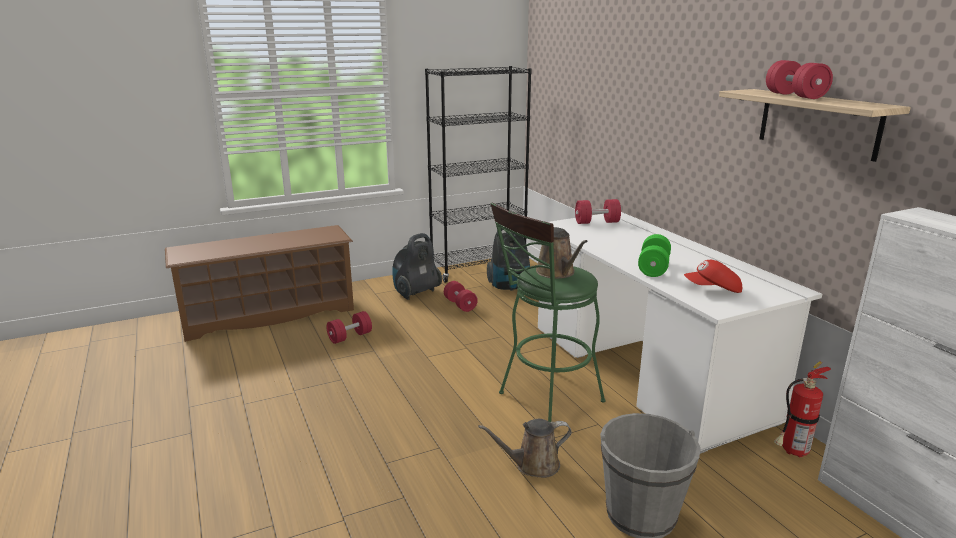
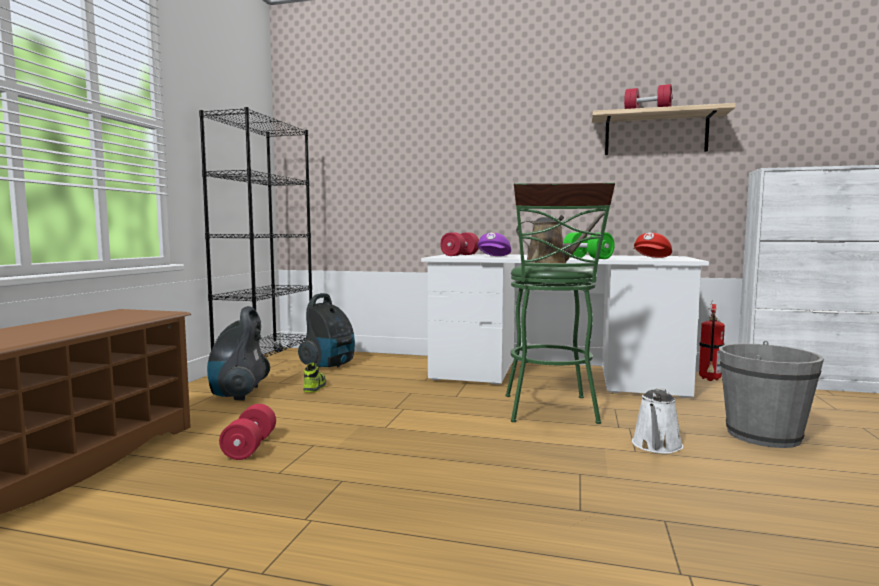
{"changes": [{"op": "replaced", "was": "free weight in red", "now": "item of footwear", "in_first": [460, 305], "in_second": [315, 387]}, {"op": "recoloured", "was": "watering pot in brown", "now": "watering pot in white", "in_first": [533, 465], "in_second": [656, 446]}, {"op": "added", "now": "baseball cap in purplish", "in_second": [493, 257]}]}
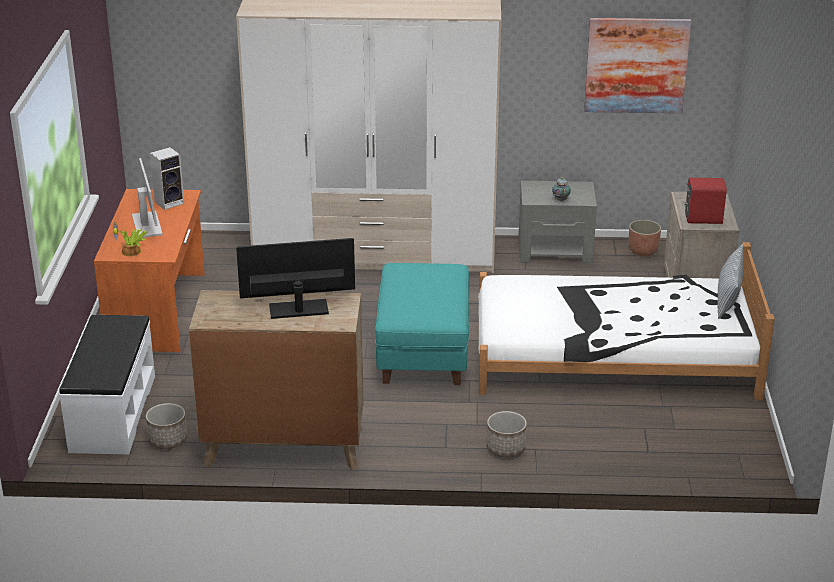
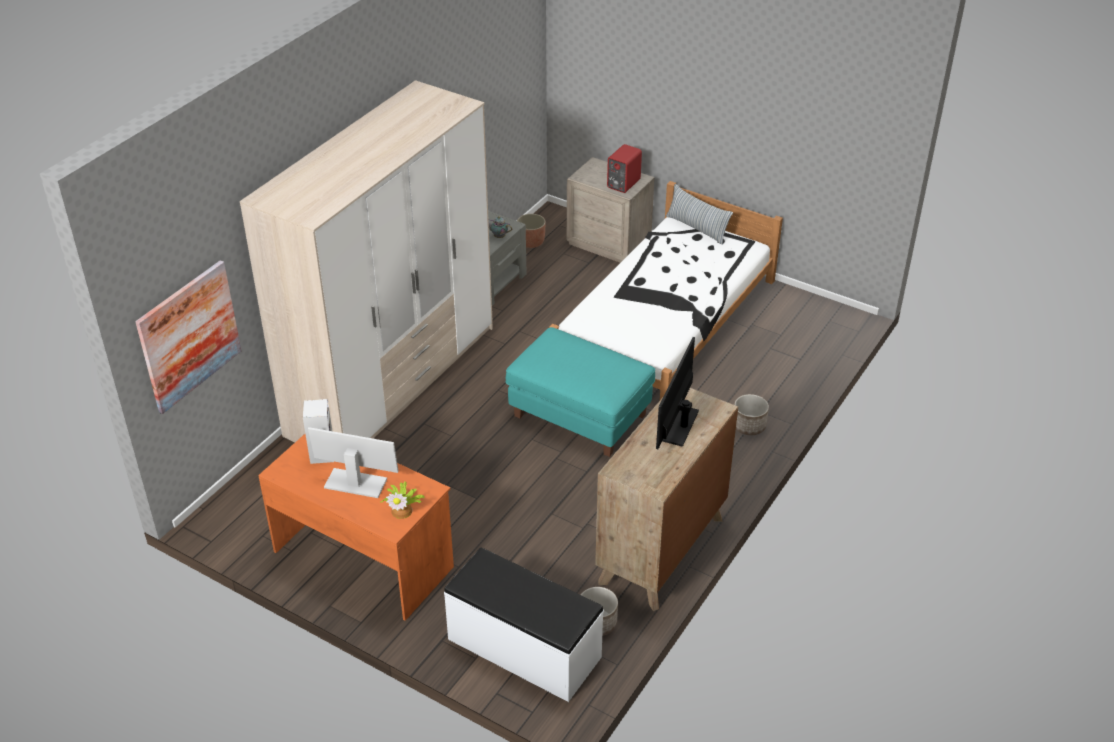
{"changes": [{"op": "moved", "was": "wall picture", "in_first": [636, 65], "in_second": [189, 336]}]}
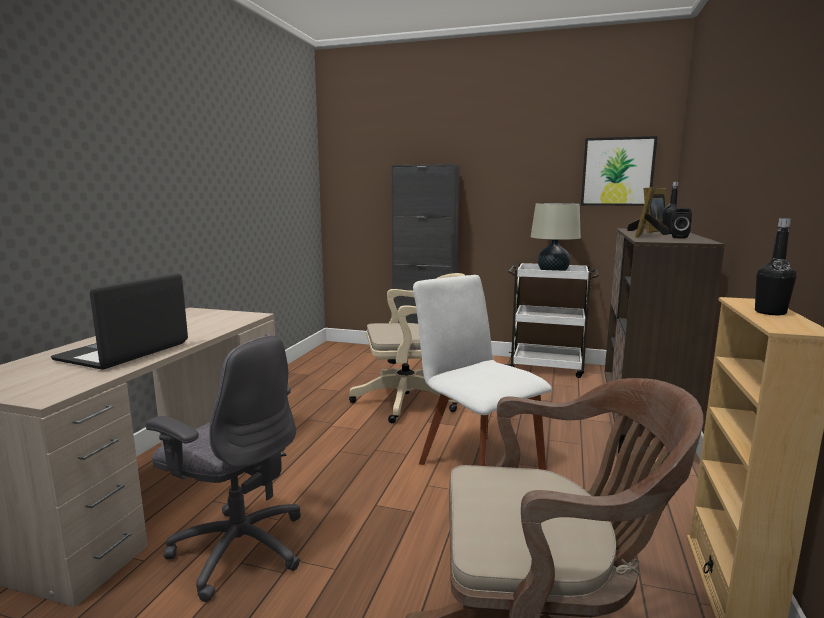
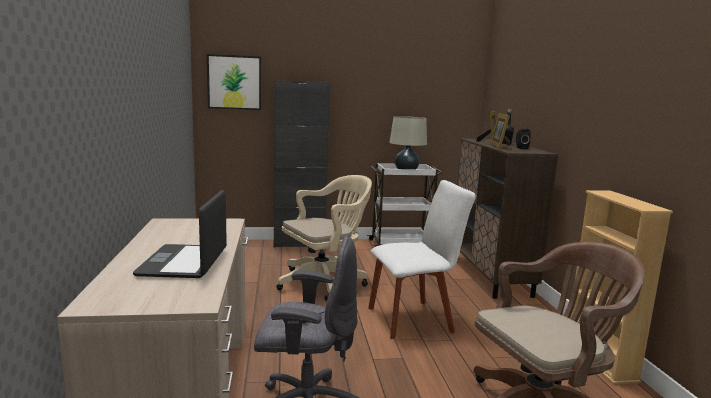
{"changes": [{"op": "moved", "was": "wall picture", "in_first": [617, 172], "in_second": [234, 82]}, {"op": "removed", "was": "bottle in black-coloured", "in_first": [770, 312]}, {"op": "turned", "was": "plain chair in white", "in_first": [477, 463], "in_second": [414, 319], "clockwise": 135}]}
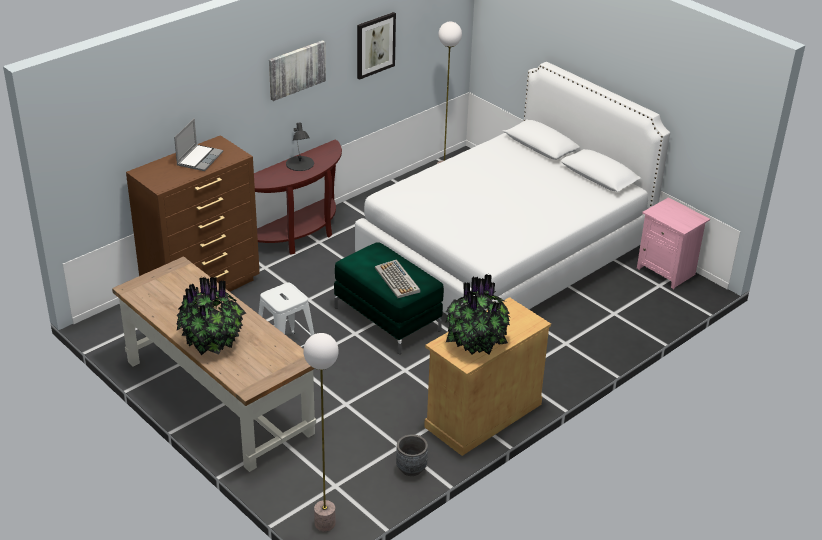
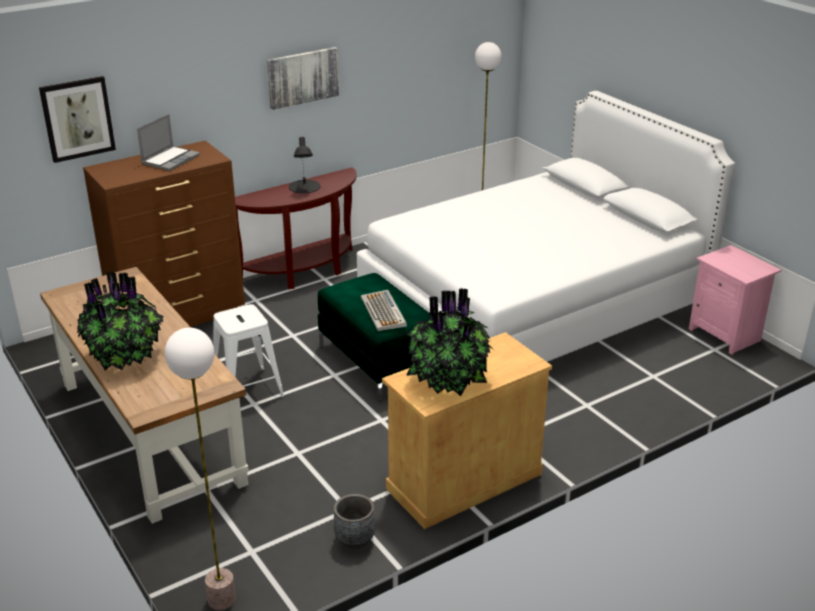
{"changes": [{"op": "moved", "was": "wall picture", "in_first": [375, 45], "in_second": [77, 118]}]}
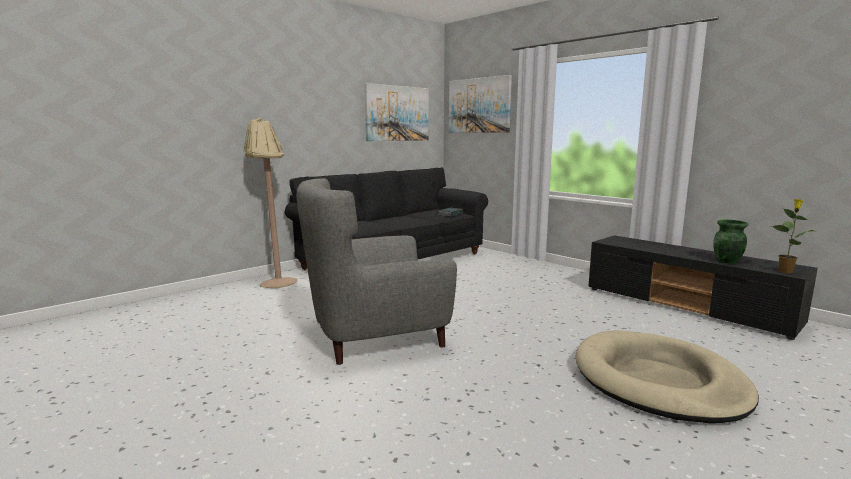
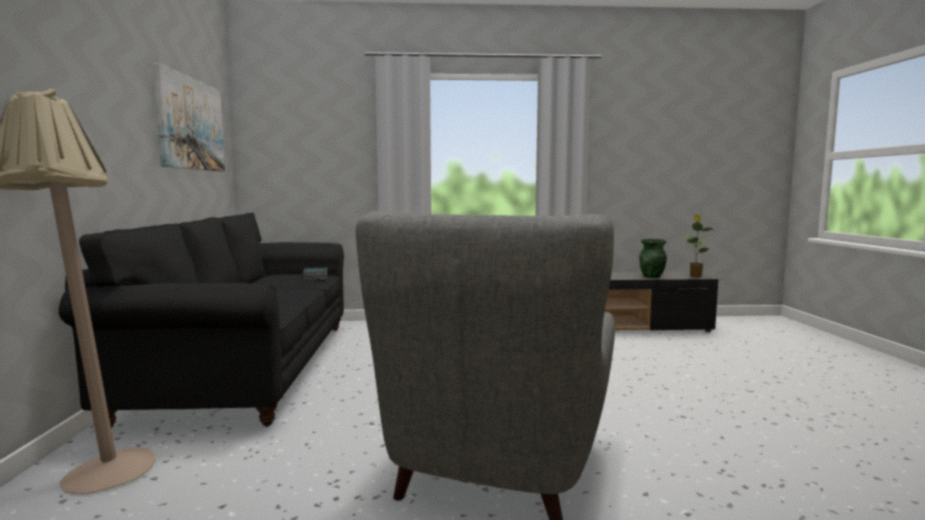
{"changes": [{"op": "removed", "was": "wall picture", "in_first": [479, 105]}, {"op": "removed", "was": "dog bed in beige", "in_first": [658, 381]}]}
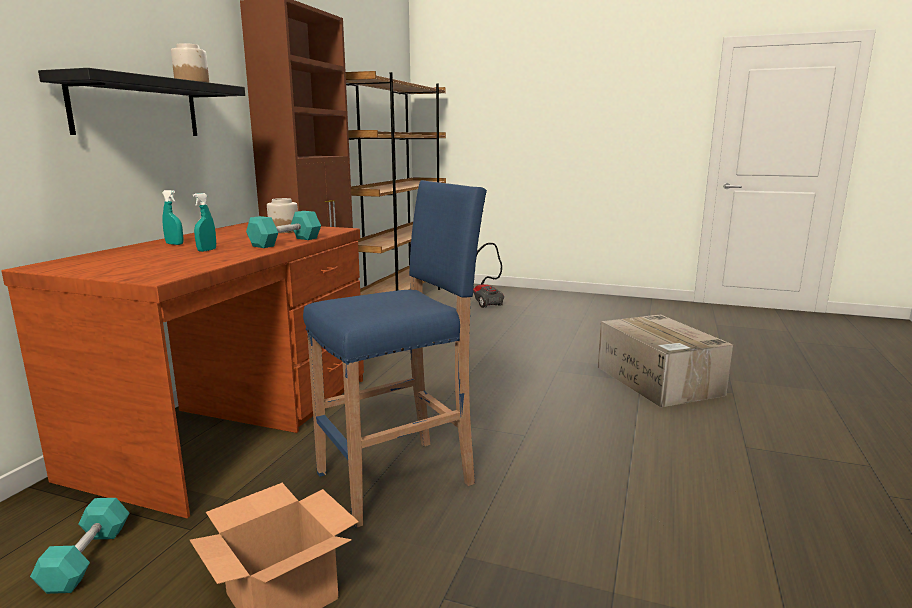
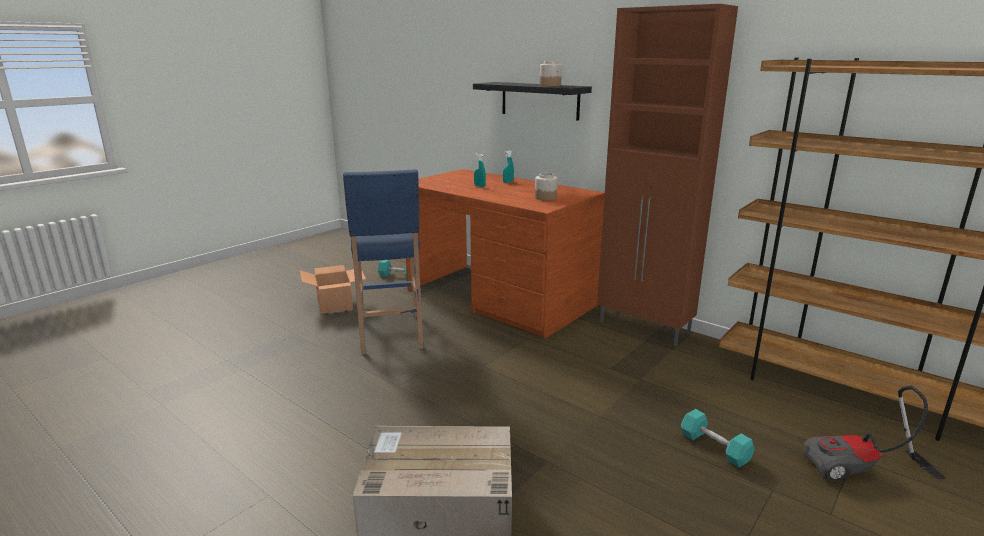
{"changes": [{"op": "moved", "was": "free weight in turquoise-coloured", "in_first": [285, 242], "in_second": [714, 447]}]}
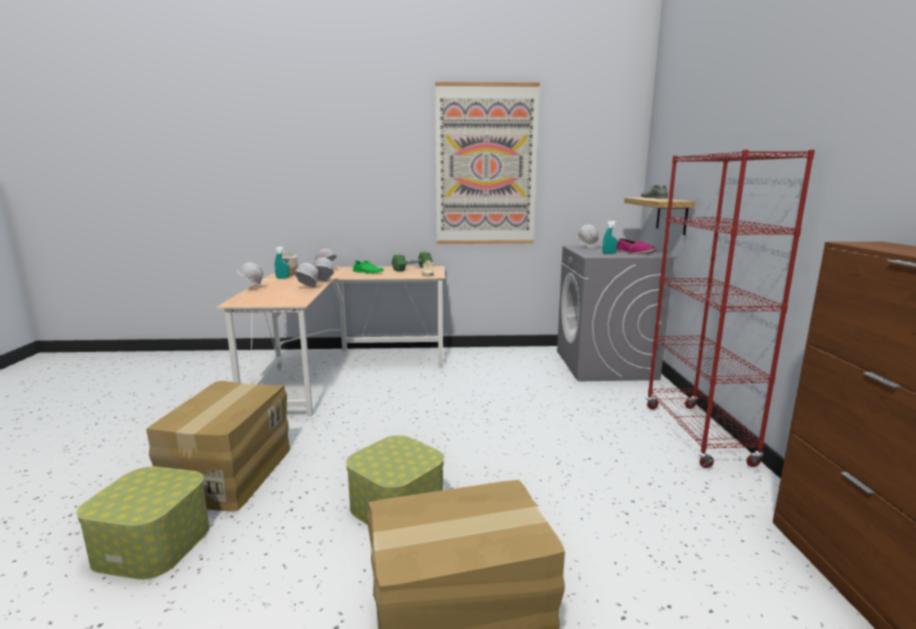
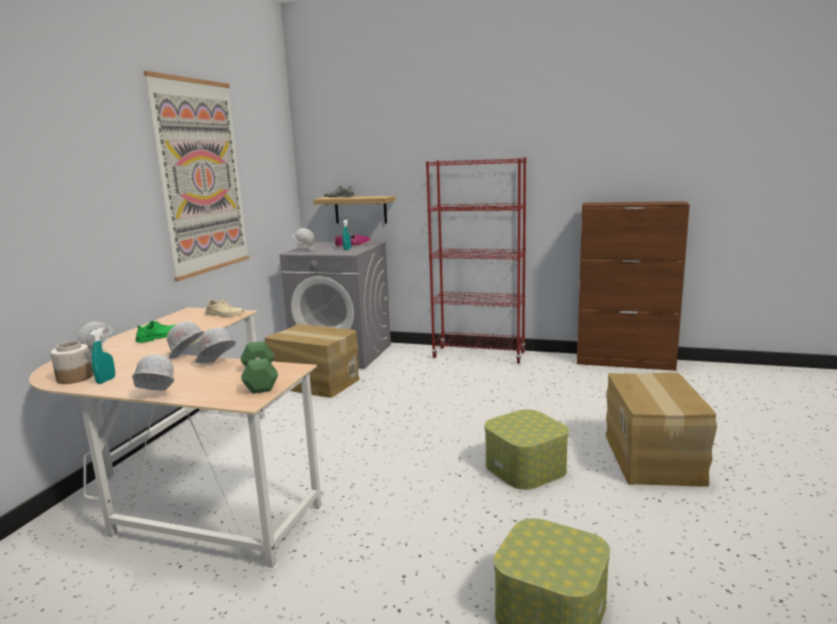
{"changes": [{"op": "moved", "was": "free weight in green-coloured", "in_first": [412, 269], "in_second": [260, 379]}, {"op": "moved", "was": "carton", "in_first": [229, 474], "in_second": [314, 383]}]}
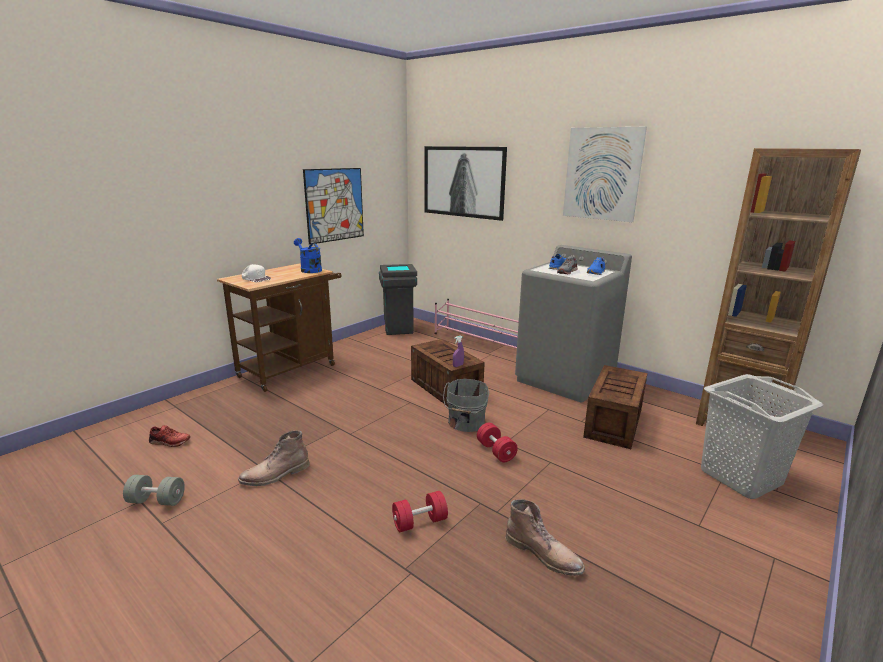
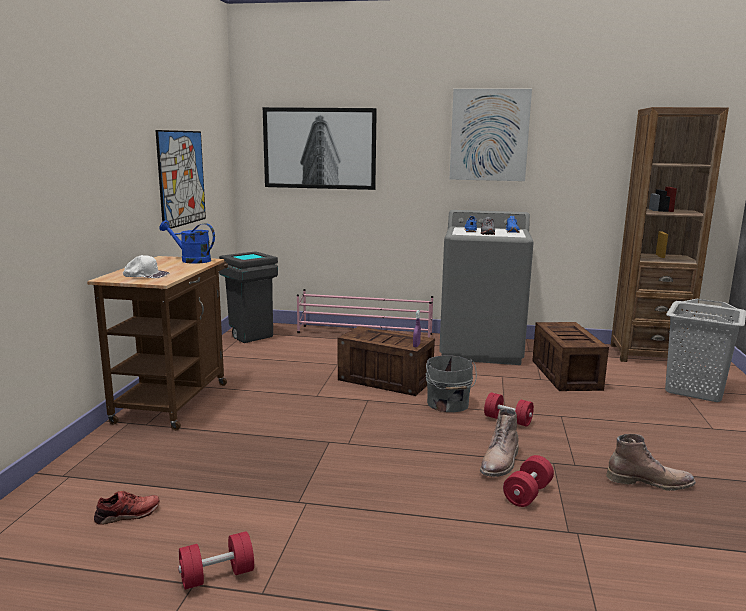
{"changes": [{"op": "moved", "was": "high-top boot in brown", "in_first": [275, 475], "in_second": [500, 463]}, {"op": "recoloured", "was": "free weight in greyish", "now": "free weight in red", "in_first": [156, 501], "in_second": [217, 576]}]}
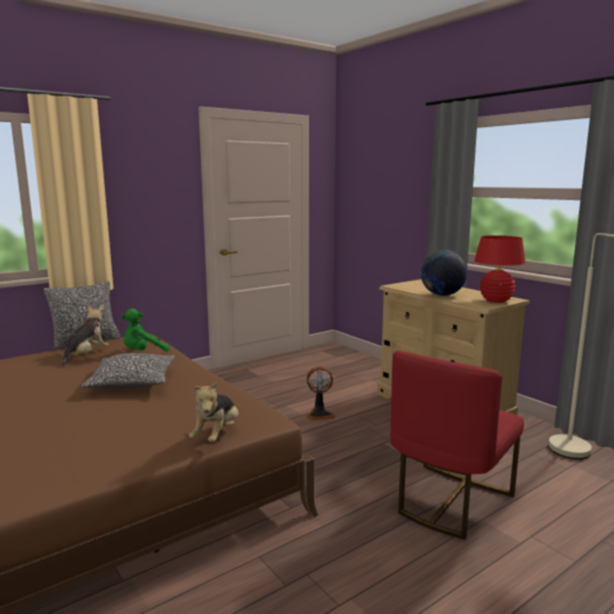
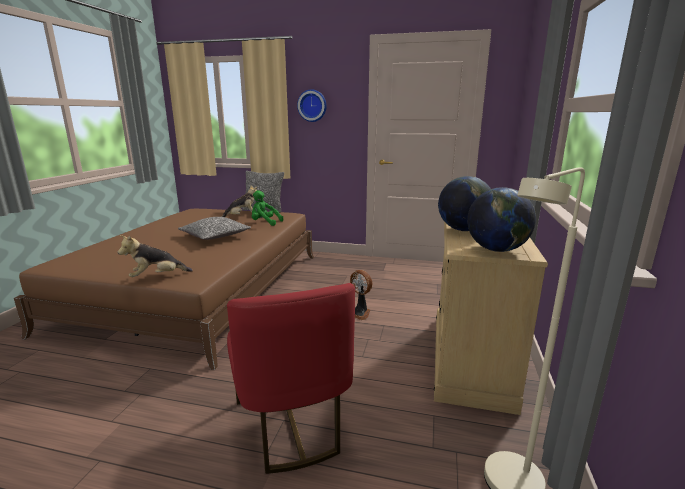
{"changes": [{"op": "replaced", "was": "tabletop lamp in red", "now": "world globe", "in_first": [496, 301], "in_second": [496, 250]}, {"op": "turned", "was": "plain chair in red", "in_first": [449, 501], "in_second": [291, 424], "clockwise": -105}, {"op": "added", "now": "wall clock", "in_second": [312, 105]}]}
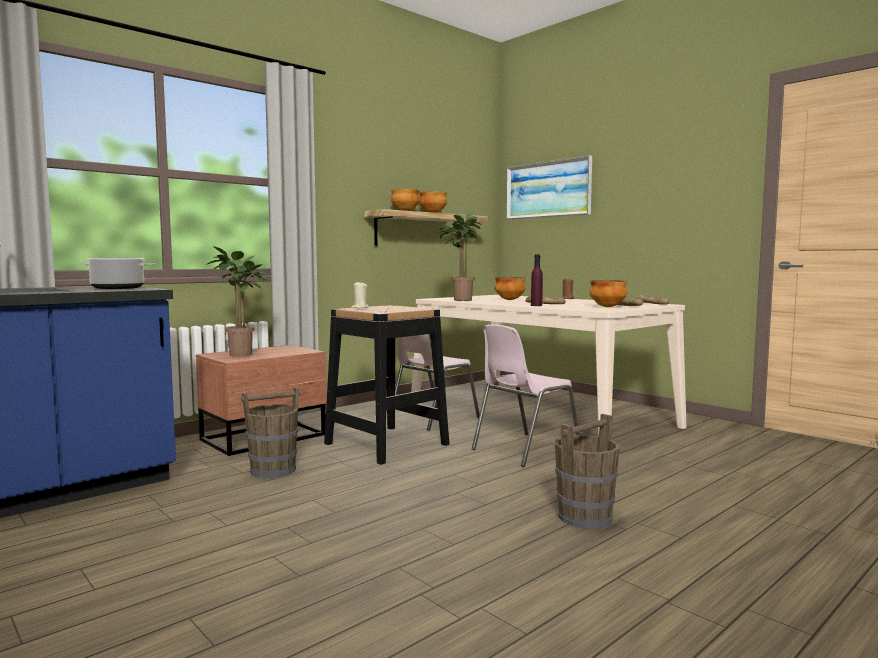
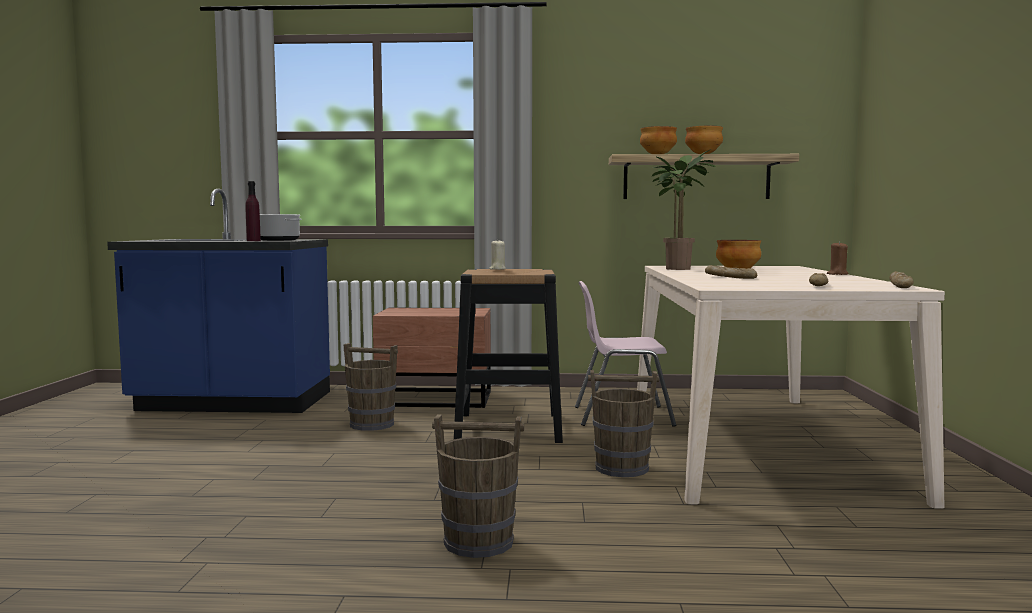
{"changes": [{"op": "removed", "was": "wall picture", "in_first": [547, 189]}, {"op": "removed", "was": "plant in a pot", "in_first": [242, 355]}, {"op": "moved", "was": "bottle in purplish", "in_first": [536, 305], "in_second": [253, 241]}, {"op": "removed", "was": "deep dish", "in_first": [608, 307]}, {"op": "replaced", "was": "plain chair in pink", "now": "water bucket in brown", "in_first": [524, 449], "in_second": [621, 468]}]}
